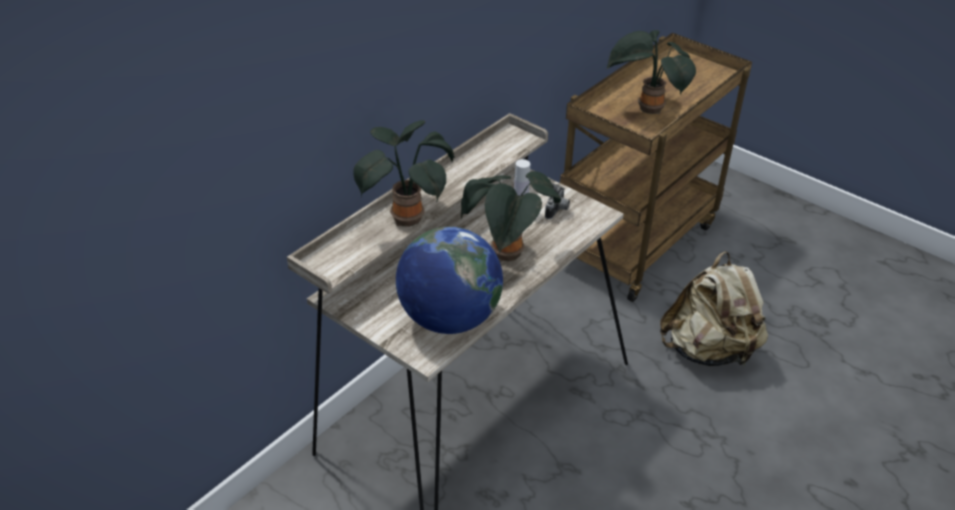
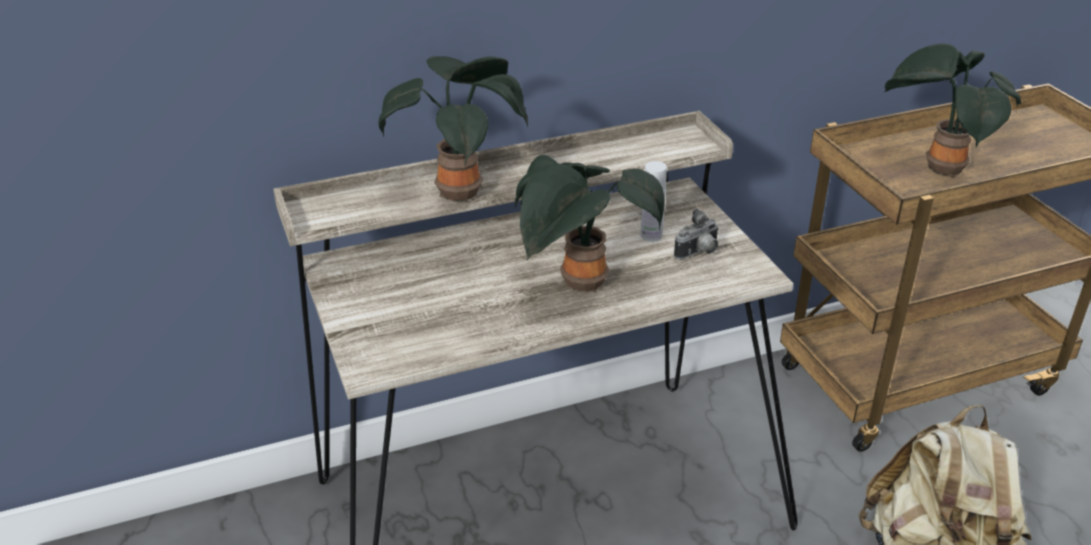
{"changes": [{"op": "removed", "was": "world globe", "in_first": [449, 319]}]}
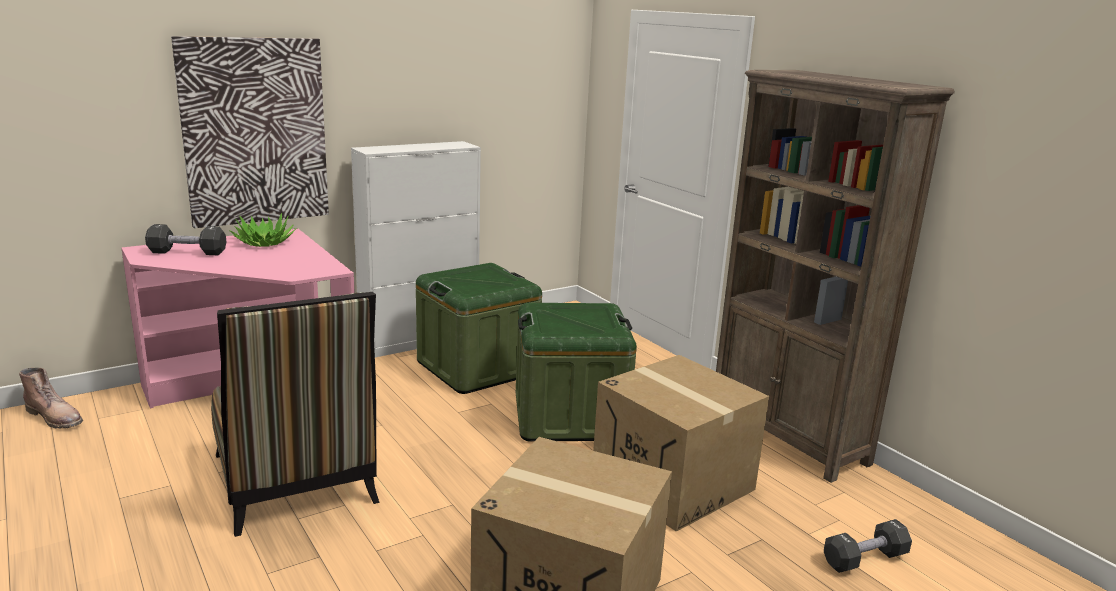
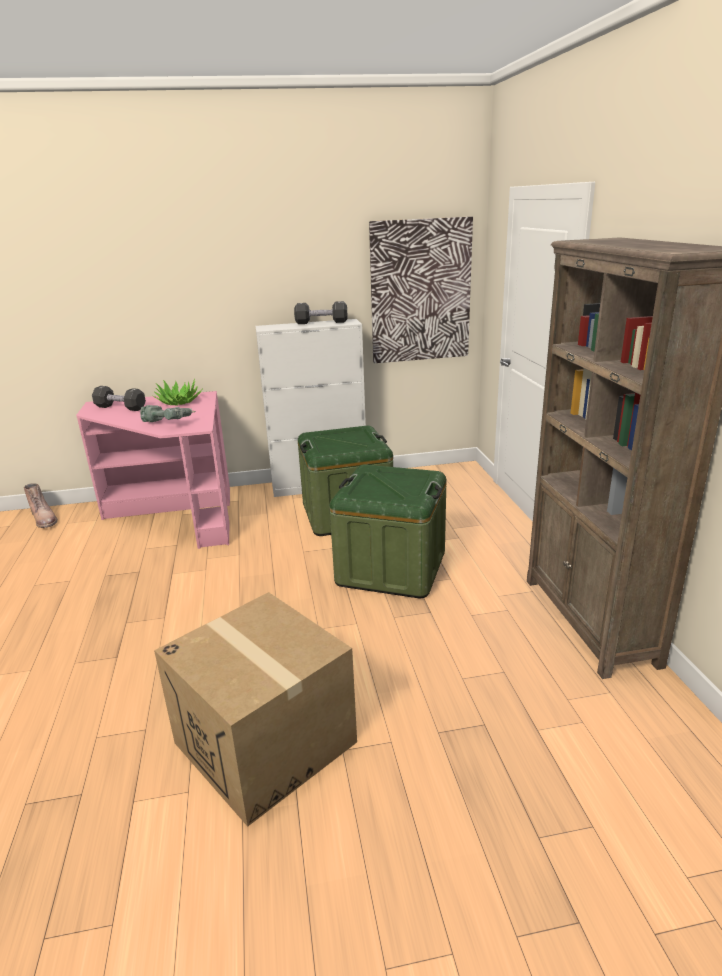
{"changes": [{"op": "moved", "was": "wall picture", "in_first": [255, 132], "in_second": [420, 291]}, {"op": "removed", "was": "plain chair", "in_first": [296, 485]}, {"op": "removed", "was": "carton", "in_first": [673, 482]}, {"op": "moved", "was": "free weight in black-coloured", "in_first": [864, 559], "in_second": [321, 322]}, {"op": "added", "now": "power drill", "in_second": [169, 423]}]}
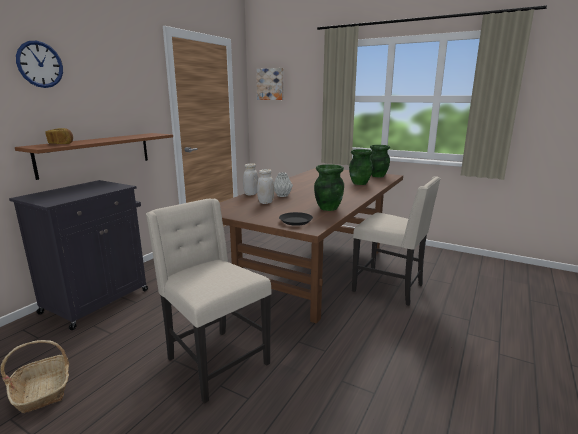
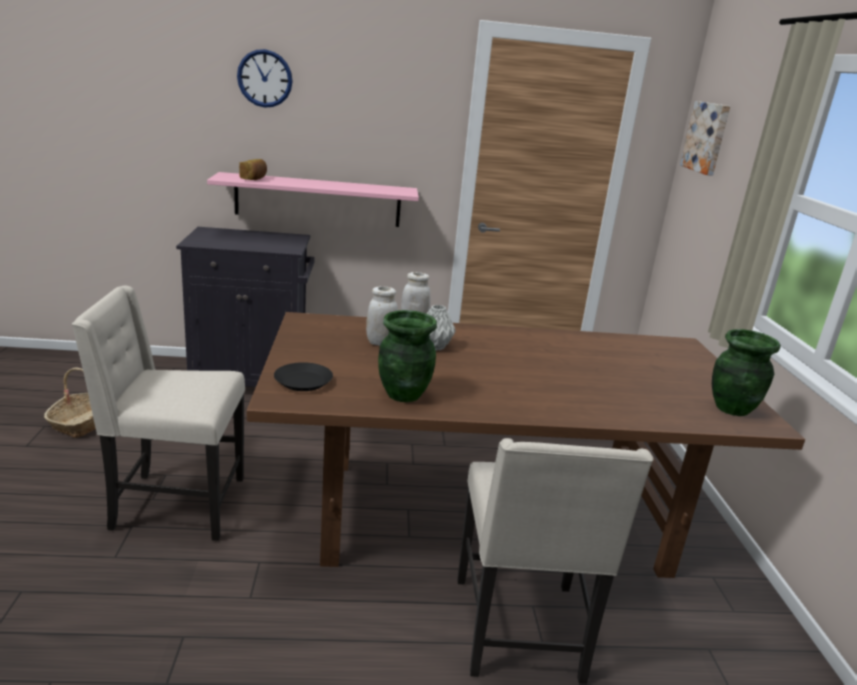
{"changes": [{"op": "recoloured", "was": "wall shelf in brown", "now": "wall shelf in pink", "in_first": [96, 154], "in_second": [318, 200]}, {"op": "removed", "was": "vase in green-coloured", "in_first": [359, 183]}, {"op": "turned", "was": "plain chair in beige", "in_first": [215, 361], "in_second": [176, 505], "clockwise": -105}]}
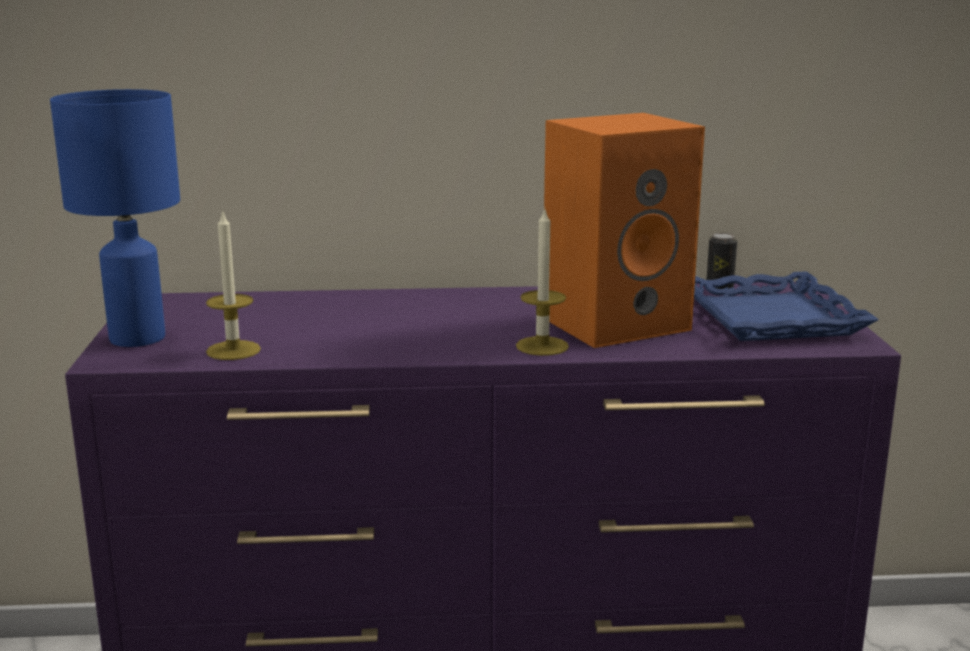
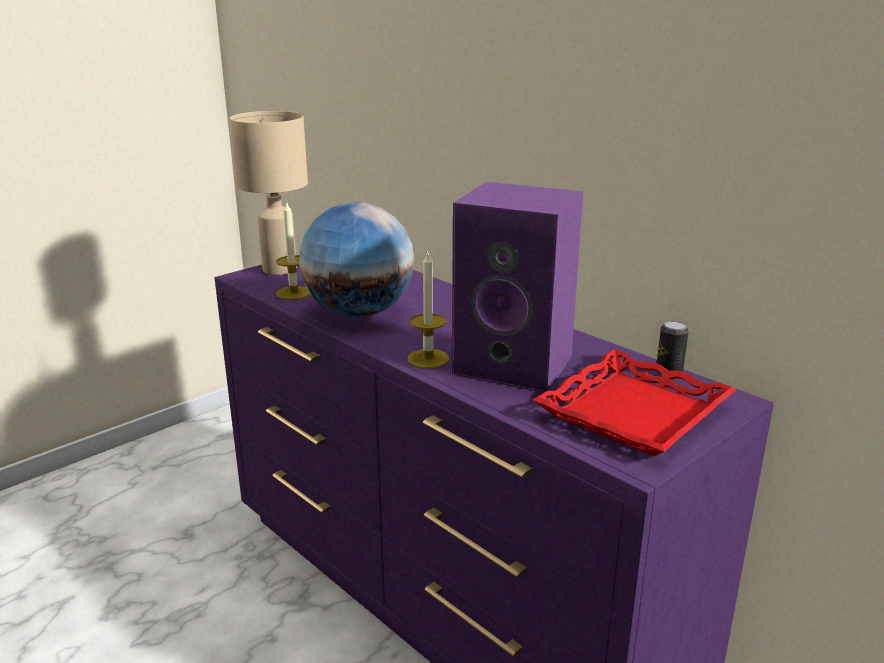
{"changes": [{"op": "recoloured", "was": "tabletop lamp in bluish", "now": "tabletop lamp in beige", "in_first": [137, 337], "in_second": [280, 269]}, {"op": "recoloured", "was": "loudspeaker in orange", "now": "loudspeaker in purplish", "in_first": [616, 322], "in_second": [516, 364]}, {"op": "recoloured", "was": "serving tray in bluish", "now": "serving tray in red", "in_first": [772, 318], "in_second": [634, 413]}, {"op": "added", "now": "world globe", "in_second": [358, 313]}]}
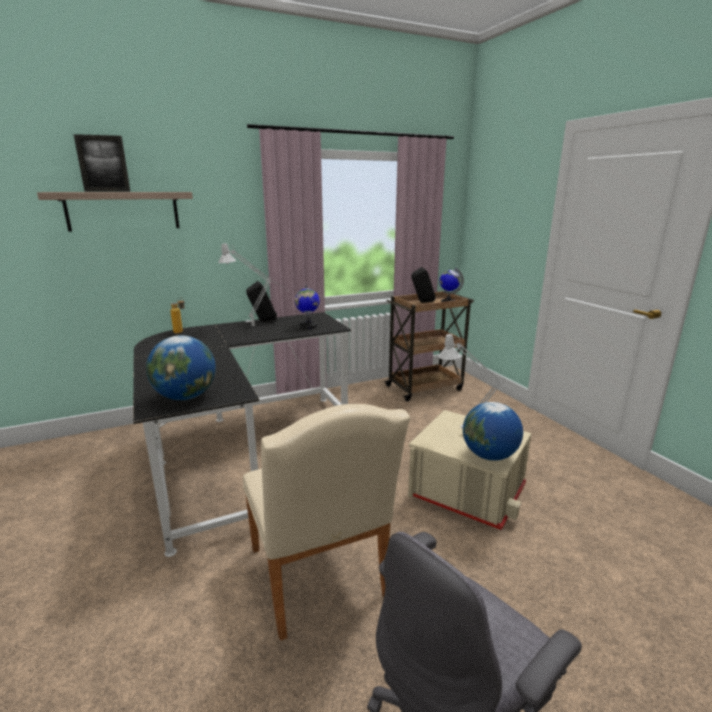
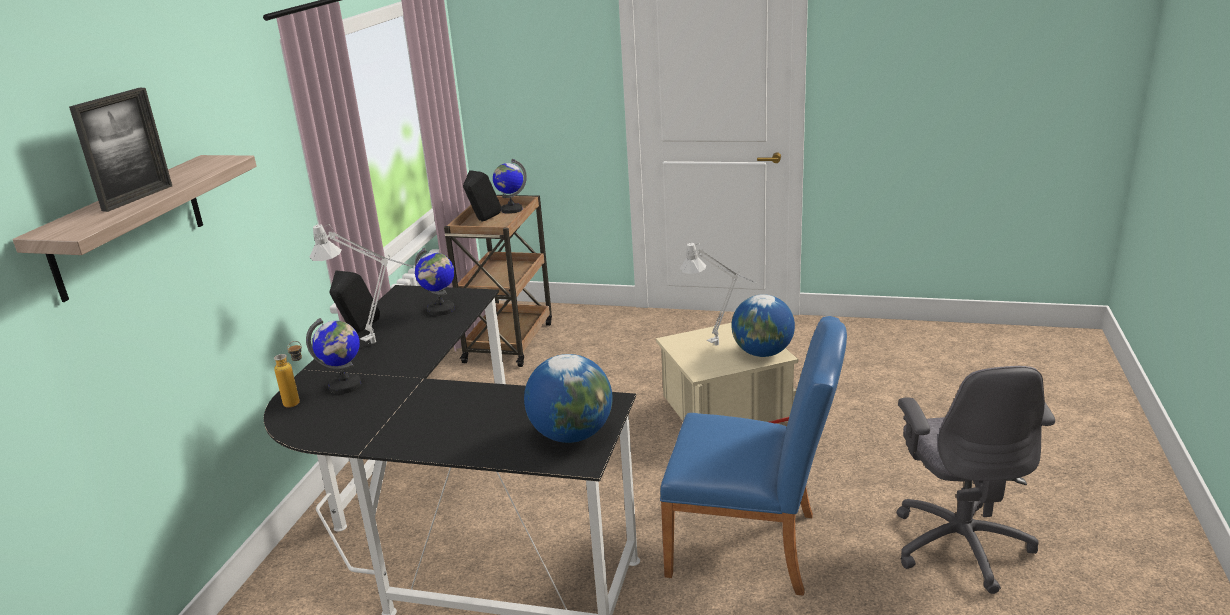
{"changes": [{"op": "recoloured", "was": "plain chair in beige", "now": "plain chair in bluish", "in_first": [320, 580], "in_second": [753, 546]}, {"op": "added", "now": "world globe", "in_second": [345, 386]}]}
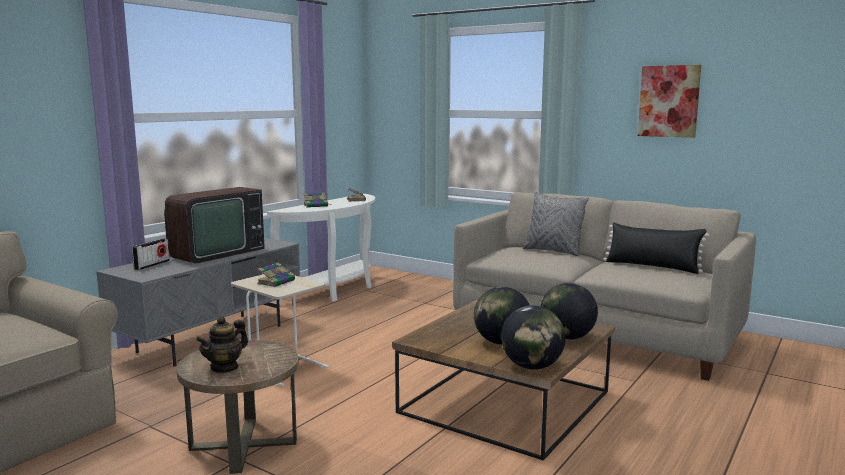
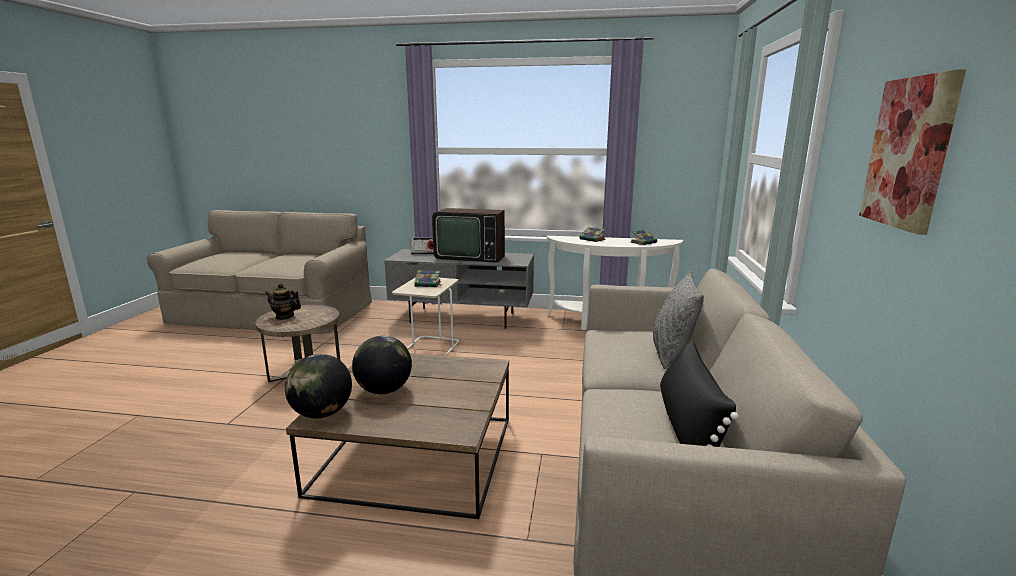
{"changes": [{"op": "removed", "was": "world globe", "in_first": [567, 337]}]}
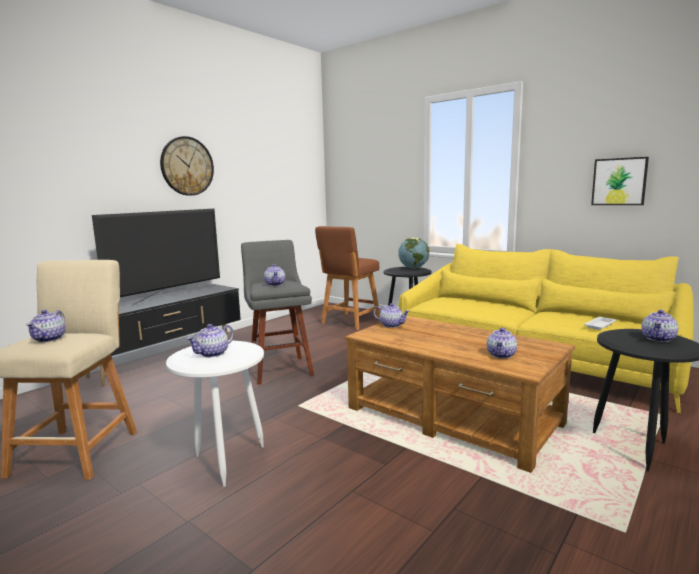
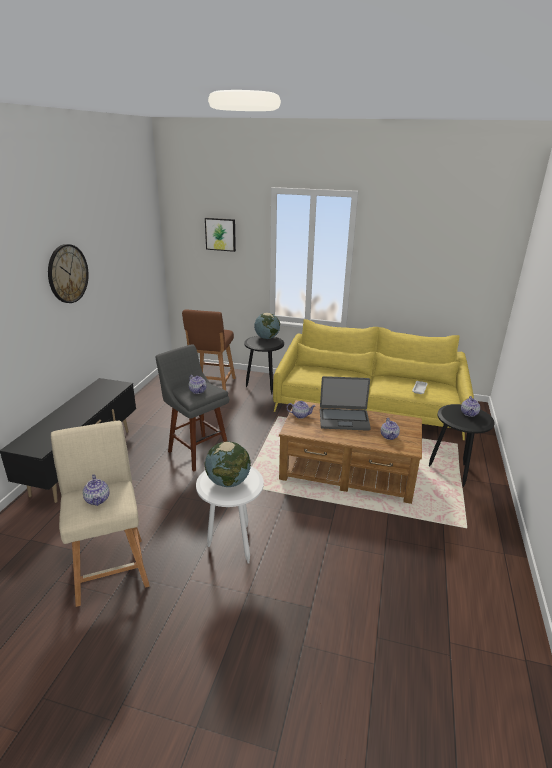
{"changes": [{"op": "moved", "was": "wall picture", "in_first": [619, 181], "in_second": [220, 234]}, {"op": "removed", "was": "TV set", "in_first": [168, 297]}, {"op": "replaced", "was": "pot for tea", "now": "world globe", "in_first": [212, 354], "in_second": [228, 482]}, {"op": "added", "now": "notebook computer", "in_second": [344, 419]}]}
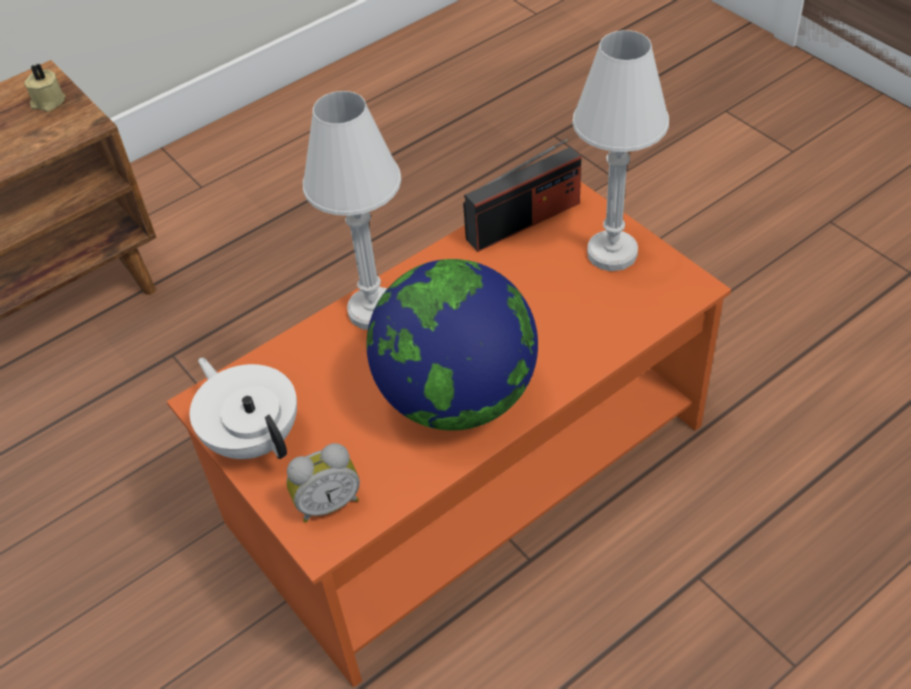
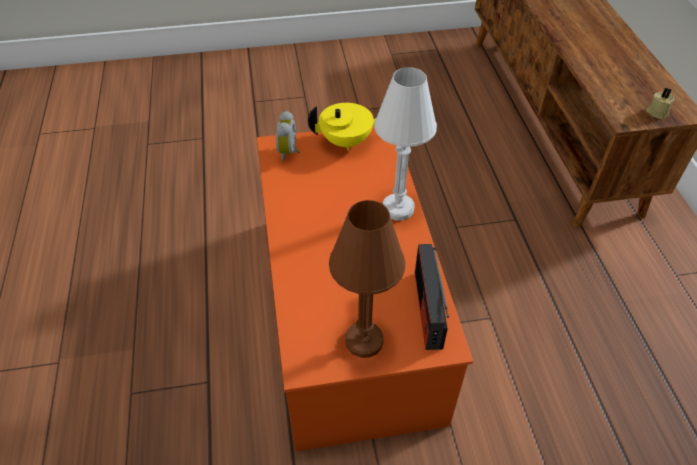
{"changes": [{"op": "recoloured", "was": "tabletop lamp in white", "now": "tabletop lamp in brown", "in_first": [612, 253], "in_second": [364, 341]}, {"op": "removed", "was": "world globe", "in_first": [457, 397]}, {"op": "recoloured", "was": "pot for tea in white", "now": "pot for tea in yellow-coloured", "in_first": [254, 437], "in_second": [347, 141]}]}
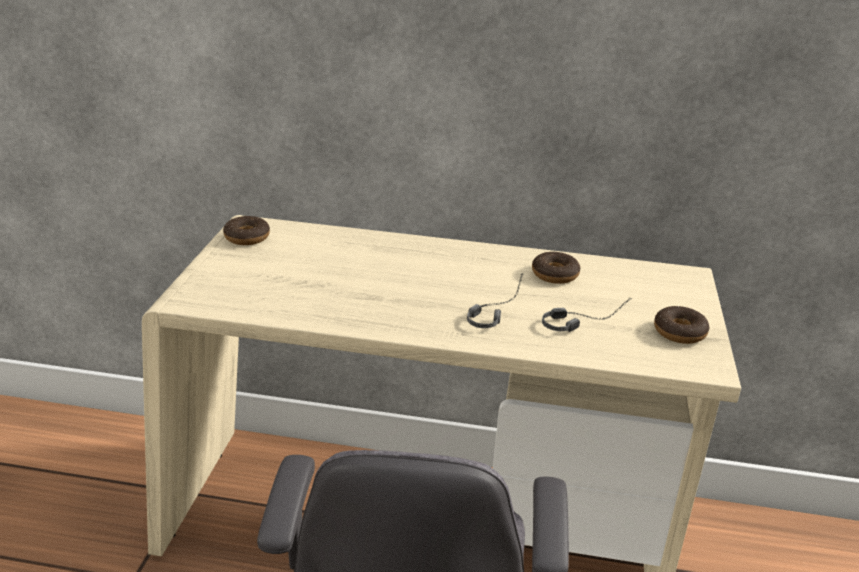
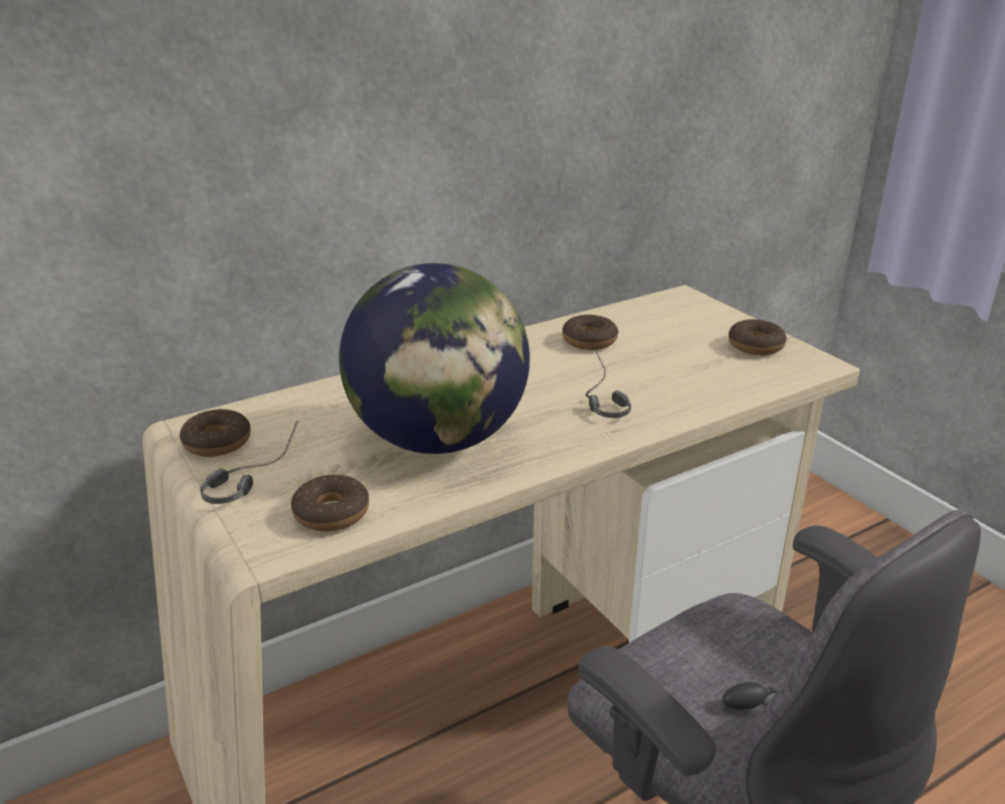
{"changes": [{"op": "moved", "was": "pair of headphones", "in_first": [583, 320], "in_second": [251, 473]}, {"op": "added", "now": "world globe", "in_second": [438, 439]}, {"op": "added", "now": "donut", "in_second": [331, 513]}]}
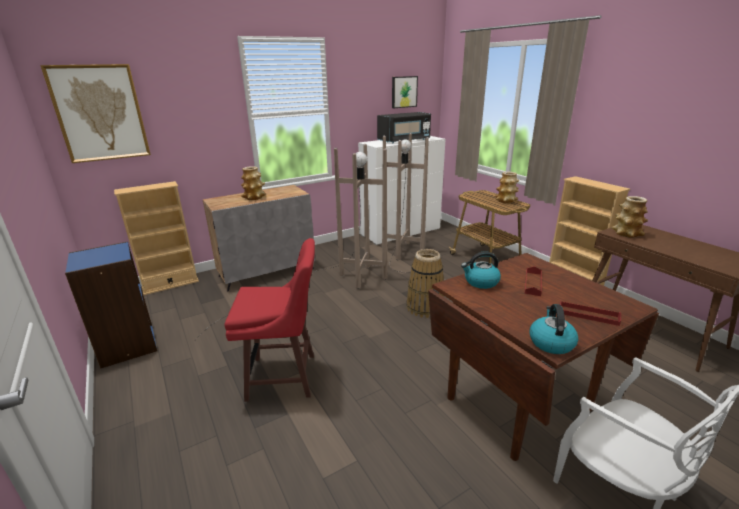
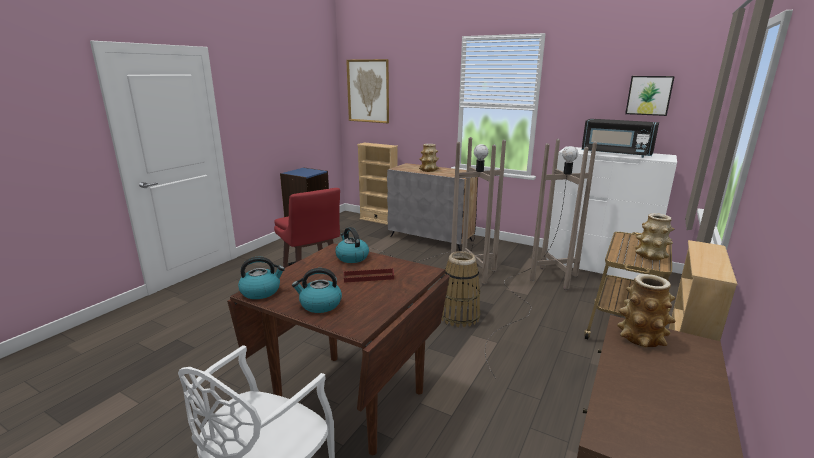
{"changes": [{"op": "replaced", "was": "serving tray in red", "now": "kettle", "in_first": [588, 315], "in_second": [320, 304]}]}
